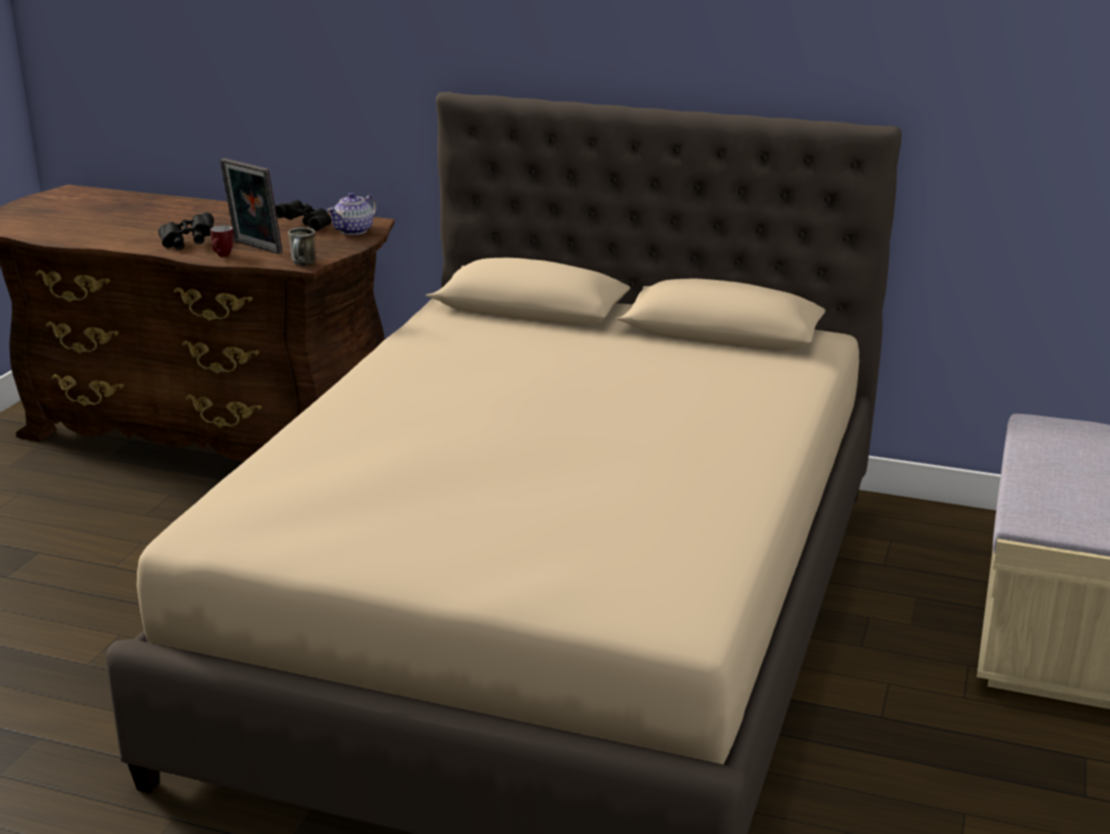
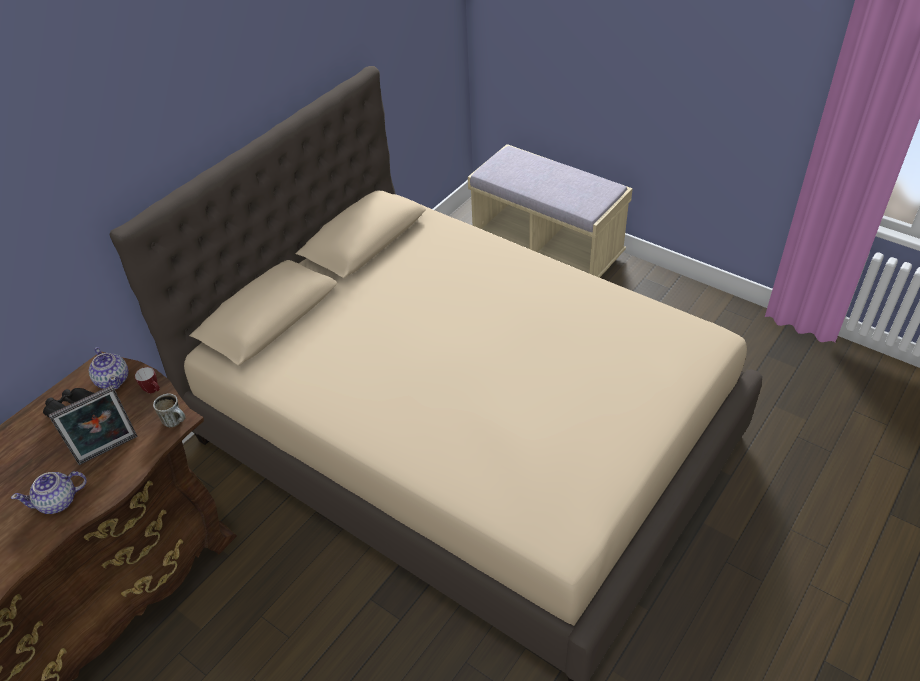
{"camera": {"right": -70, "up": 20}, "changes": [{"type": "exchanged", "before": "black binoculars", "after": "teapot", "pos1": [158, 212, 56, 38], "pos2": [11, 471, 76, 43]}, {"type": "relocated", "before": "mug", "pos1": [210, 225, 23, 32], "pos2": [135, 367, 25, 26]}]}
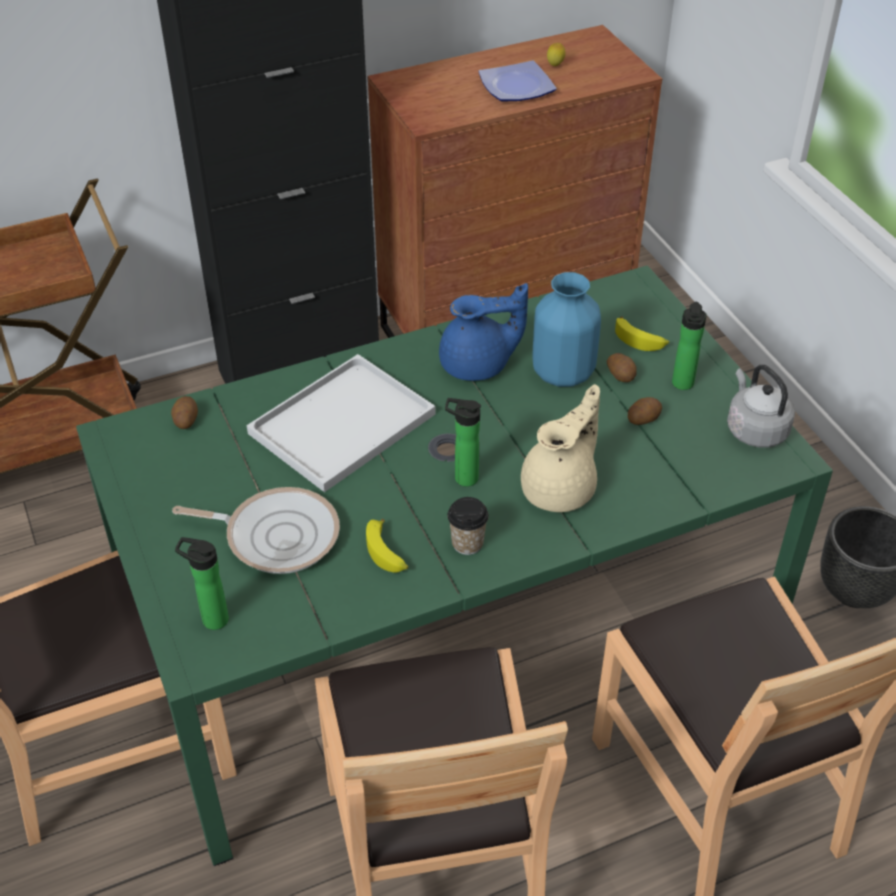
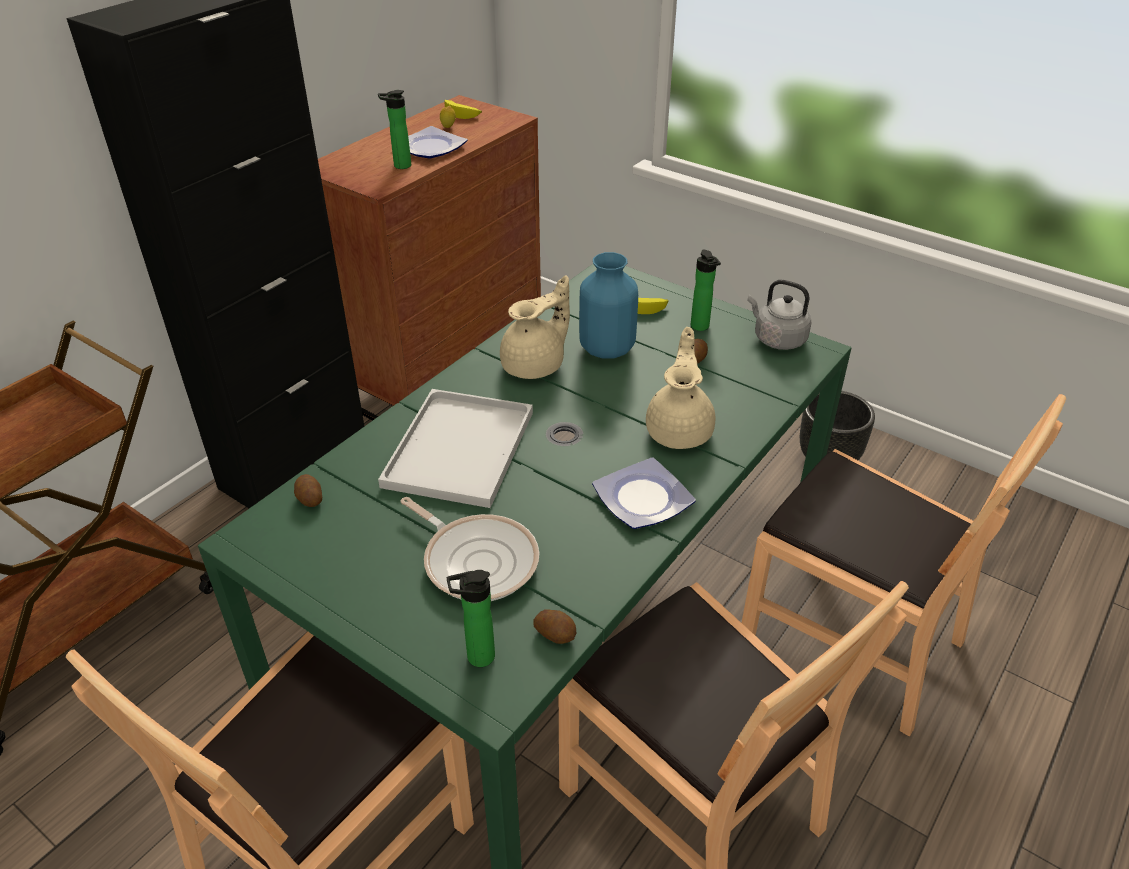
{"camera": {"right": -30, "up": -5}, "changes": [{"type": "relocated", "before": "bottle", "pos1": [445, 398, 36, 89], "pos2": [378, 90, 33, 79]}, {"type": "spun", "before": "frying pan", "pos1": [172, 487, 168, 87], "pos2": [400, 497, 139, 104], "turn": 60}, {"type": "relocated", "before": "banana", "pos1": [366, 519, 42, 53], "pos2": [444, 100, 38, 19]}, {"type": "colour", "before": "blue teapot", "after": "beige teapot", "pos1": [439, 283, 89, 98], "pos2": [500, 275, 70, 104]}, {"type": "relocated", "before": "potato", "pos1": [607, 353, 30, 29], "pos2": [533, 609, 43, 35]}, {"type": "exchanged", "before": "cup", "after": "plate", "pos1": [447, 497, 42, 58], "pos2": [592, 457, 104, 72]}]}
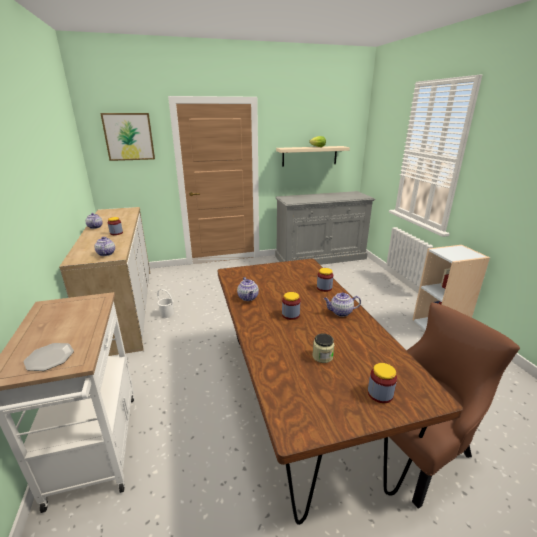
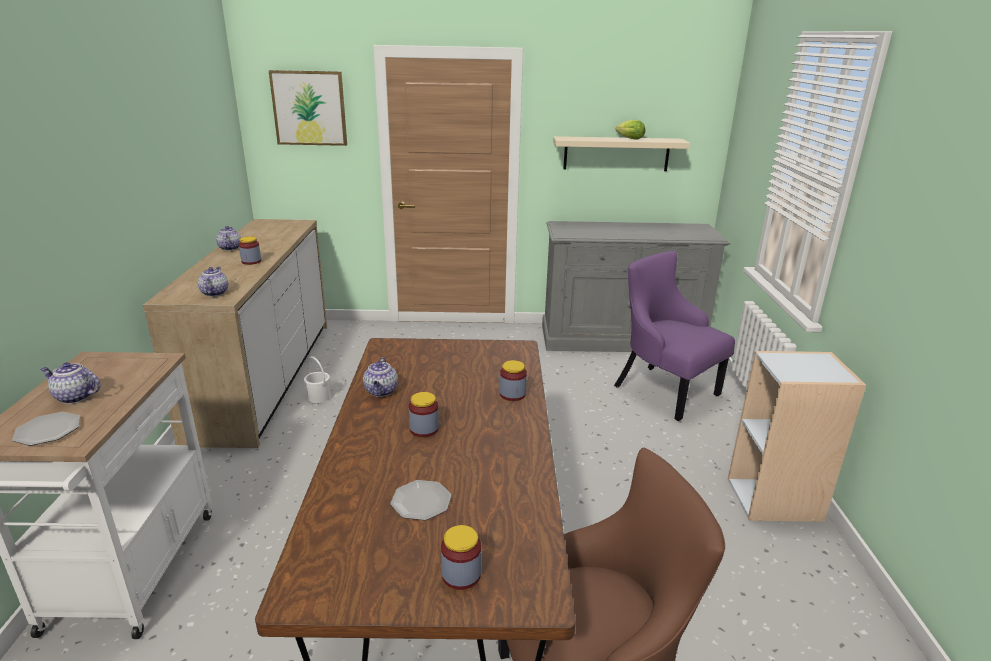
{"camera": {"right": 15, "up": 0}, "changes": [{"type": "relocated", "before": "teapot", "pos1": [324, 292, 37, 25], "pos2": [40, 362, 61, 42]}, {"type": "exchanged", "before": "jar", "after": "plate", "pos1": [312, 334, 22, 29], "pos2": [390, 480, 62, 40]}, {"type": "appeared", "after": "purple chair", "pos2": [614, 251, 121, 170]}]}
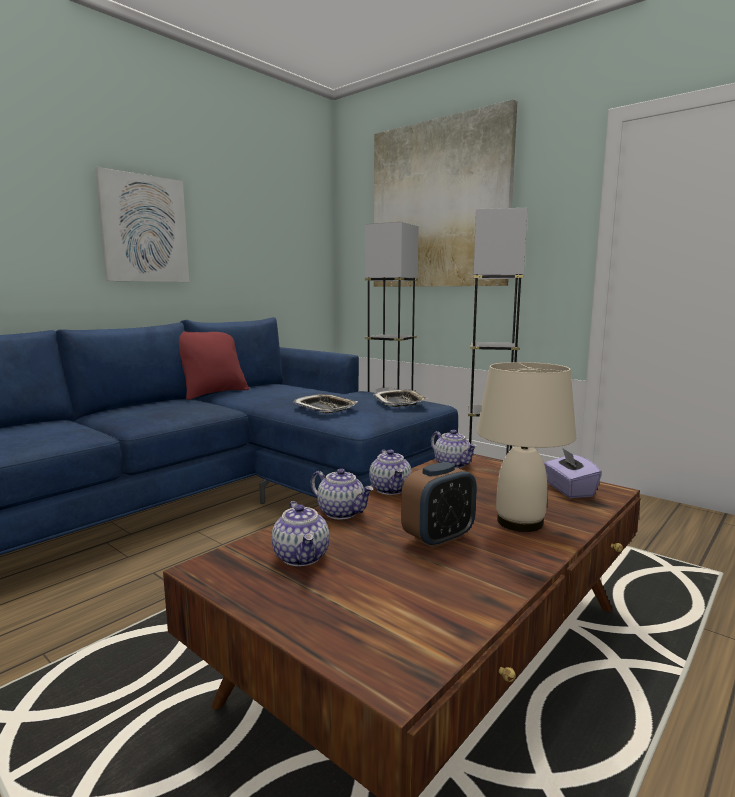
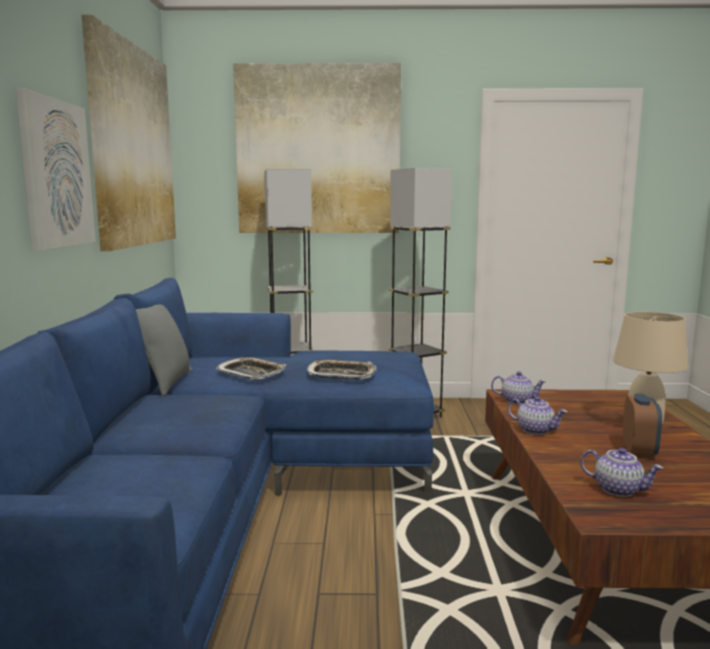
{"camera": {"right": -40, "up": 0}, "changes": [{"type": "appeared", "after": "picture", "pos2": [81, 15, 95, 236]}, {"type": "colour", "before": "red pillow", "after": "grey pillow", "pos1": [179, 331, 70, 69], "pos2": [136, 305, 56, 91]}, {"type": "relocated", "before": "tray", "pos1": [373, 389, 55, 18], "pos2": [216, 357, 70, 23]}, {"type": "missing", "before": "teapot", "pos1": [311, 468, 63, 51]}, {"type": "missing", "before": "purple tissue box", "pos1": [544, 447, 58, 51]}]}
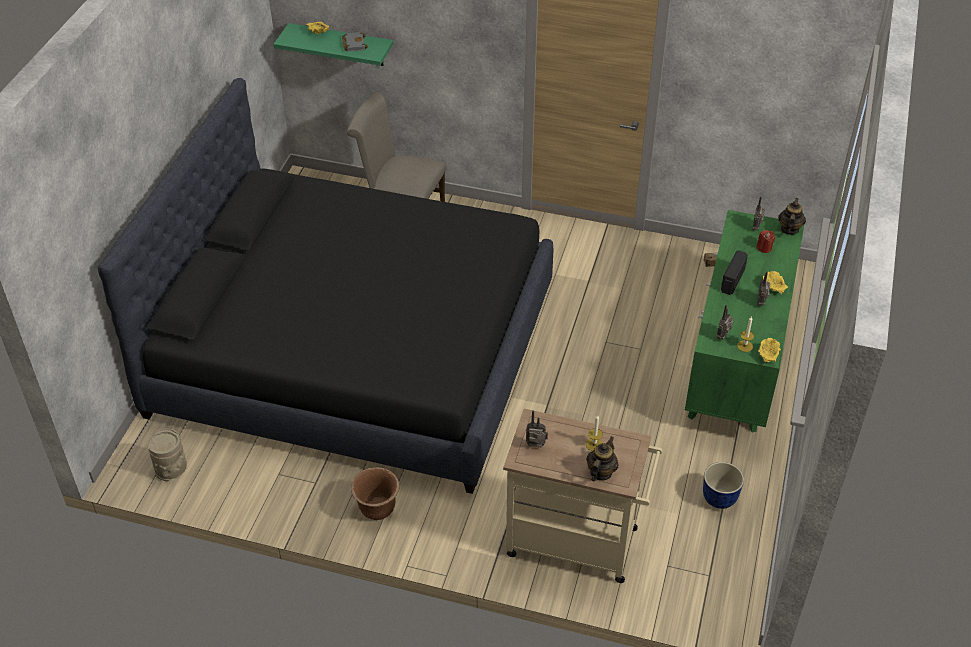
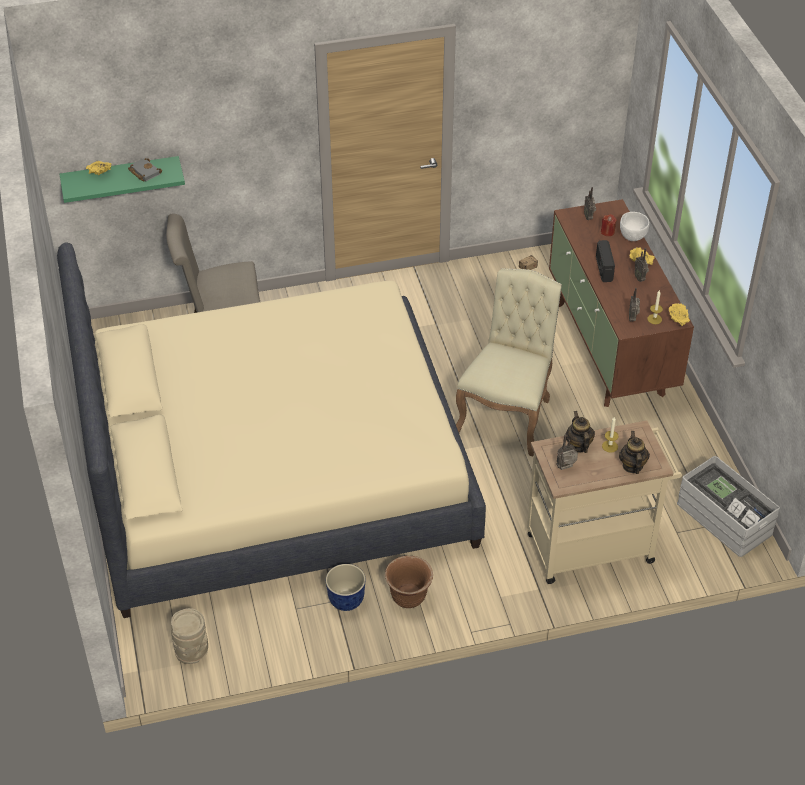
{"camera": {"right": -30, "up": 0}, "changes": [{"type": "colour", "before": "black bed", "after": "beige bed", "pos1": [98, 78, 455, 416], "pos2": [57, 242, 429, 376]}, {"type": "relocated", "before": "planter", "pos1": [703, 462, 41, 47], "pos2": [326, 564, 40, 47]}, {"type": "appeared", "after": "beige chair", "pos2": [456, 268, 106, 188]}, {"type": "colour", "before": "green dresser", "after": "brown dresser", "pos1": [685, 210, 119, 222], "pos2": [549, 199, 145, 208]}, {"type": "relocated", "before": "teapot", "pos1": [778, 198, 28, 37], "pos2": [566, 411, 29, 42]}, {"type": "appeared", "after": "white bowl", "pos2": [620, 212, 29, 29]}, {"type": "appeared", "after": "grey storage box", "pos2": [677, 456, 103, 101]}]}
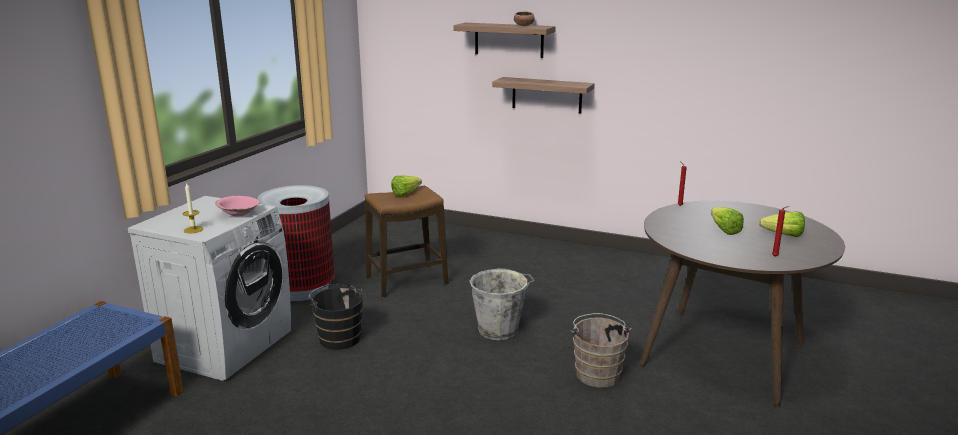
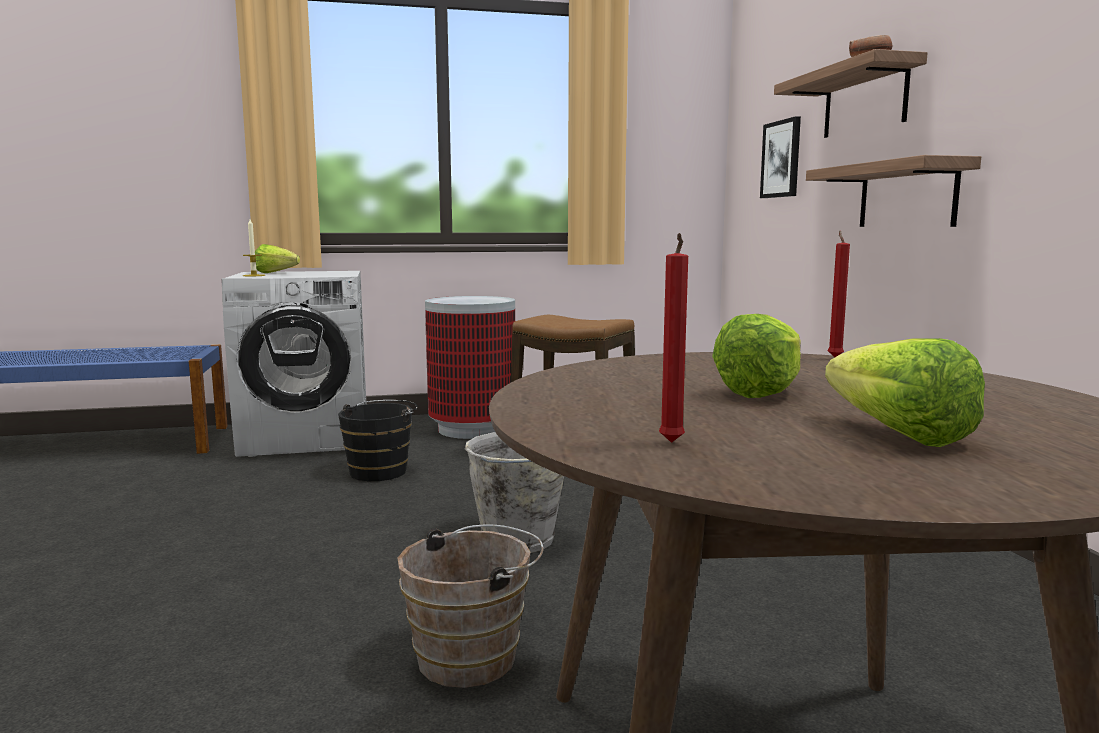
{"camera": {"right": 55, "up": -10}, "changes": [{"type": "relocated", "before": "lettuce", "pos1": [391, 175, 31, 21], "pos2": [255, 244, 45, 29]}, {"type": "appeared", "after": "picture", "pos2": [760, 116, 41, 82]}, {"type": "missing", "before": "pink bowl", "pos1": [215, 196, 44, 20]}]}
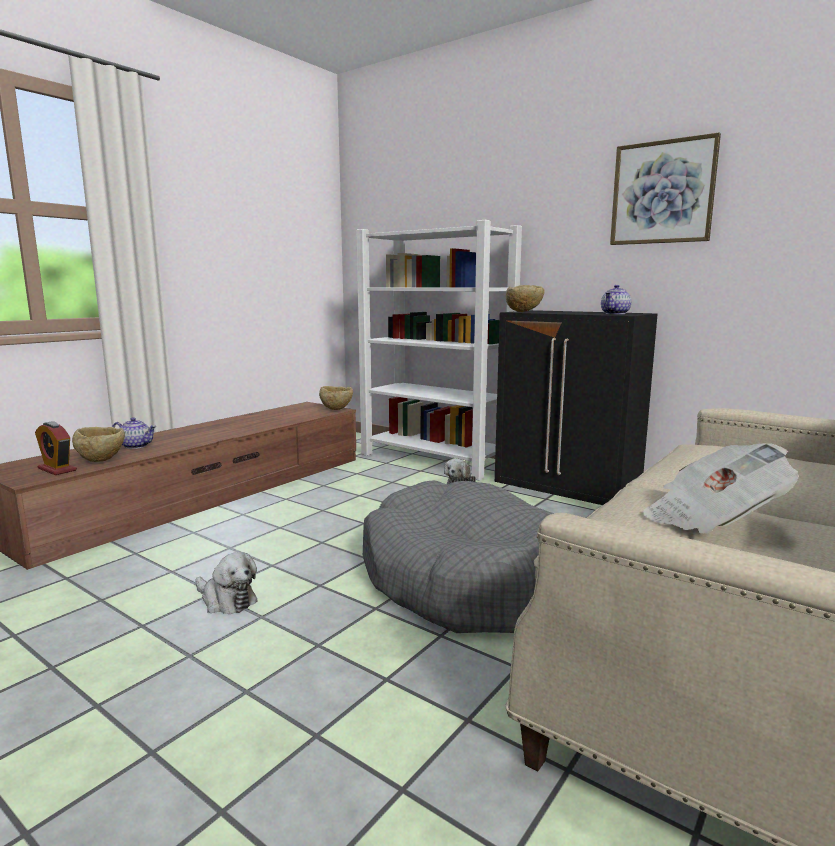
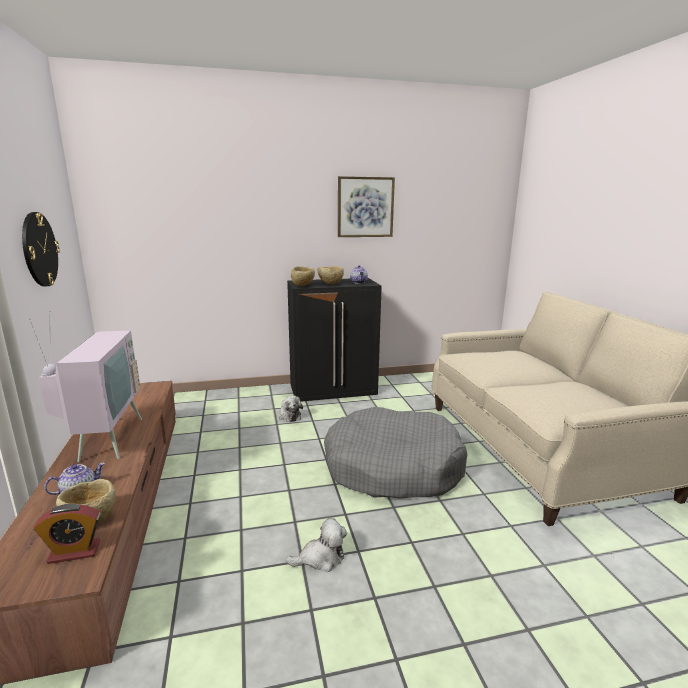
{"camera": {"right": -50, "up": 5}, "changes": [{"type": "appeared", "after": "wall clock", "pos2": [22, 212, 38, 74]}, {"type": "appeared", "after": "television", "pos2": [29, 311, 113, 151]}, {"type": "relocated", "before": "beige bowl", "pos1": [319, 386, 34, 24], "pos2": [317, 266, 27, 18]}, {"type": "missing", "before": "white bookcase", "pos1": [356, 220, 166, 260]}, {"type": "missing", "before": "newspaper", "pos1": [643, 443, 156, 91]}]}
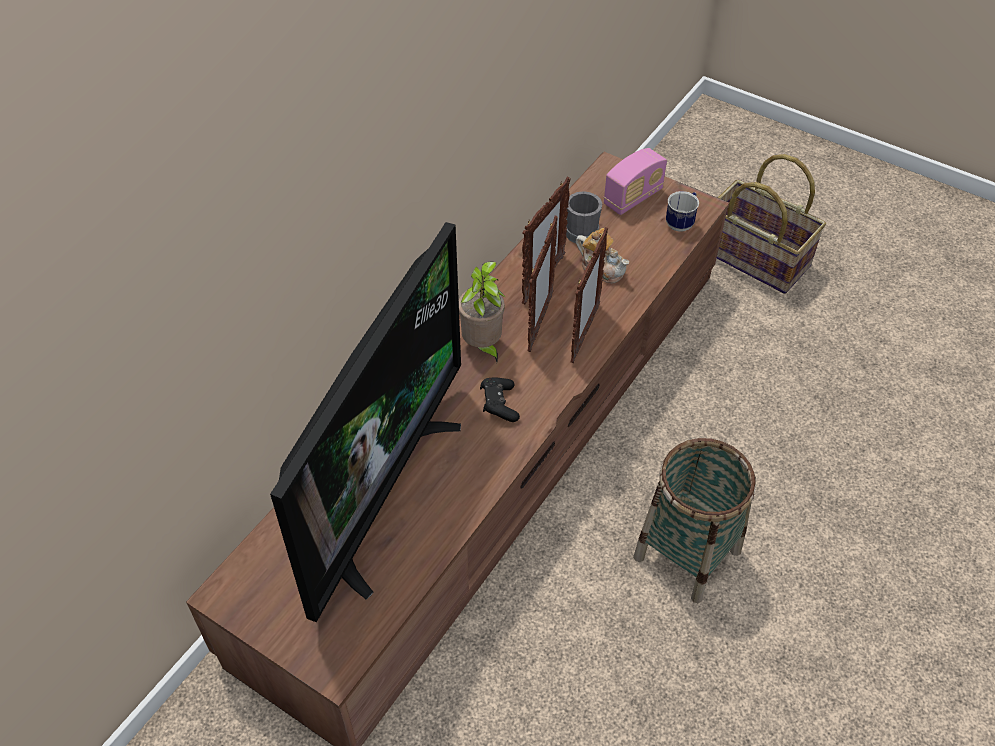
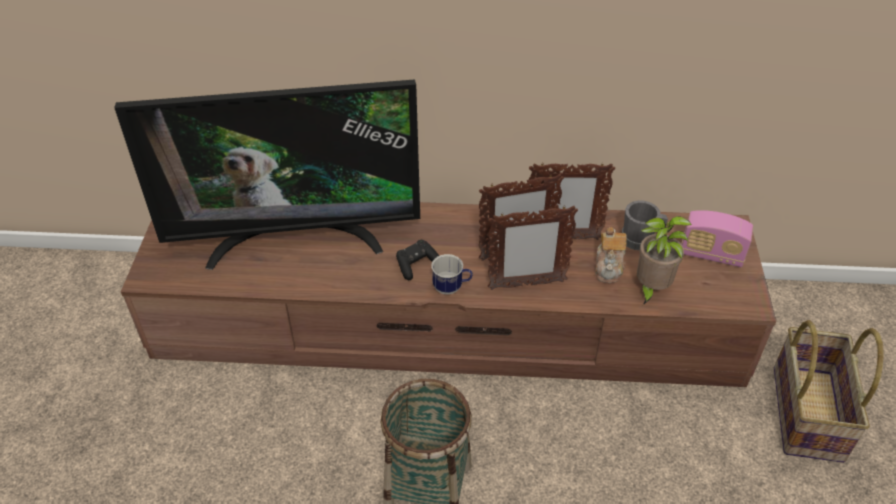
{"camera": {"right": 60, "up": -5}, "changes": [{"type": "relocated", "before": "mug", "pos1": [666, 191, 33, 41], "pos2": [431, 254, 42, 41]}, {"type": "relocated", "before": "potted plant", "pos1": [459, 261, 47, 101], "pos2": [637, 216, 55, 89]}]}
